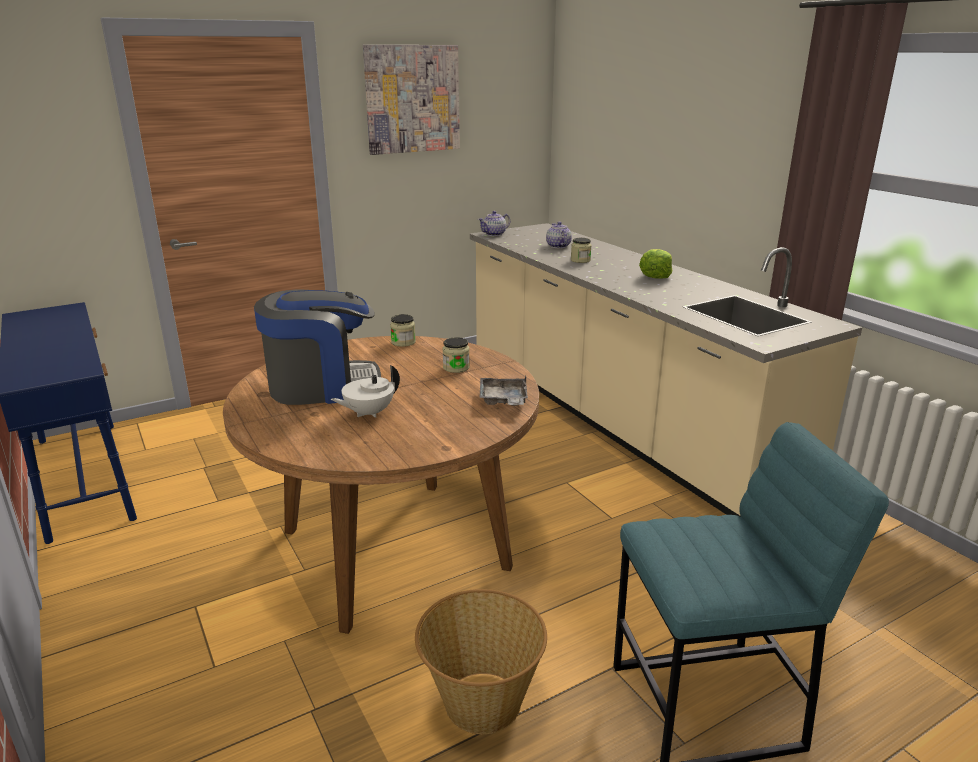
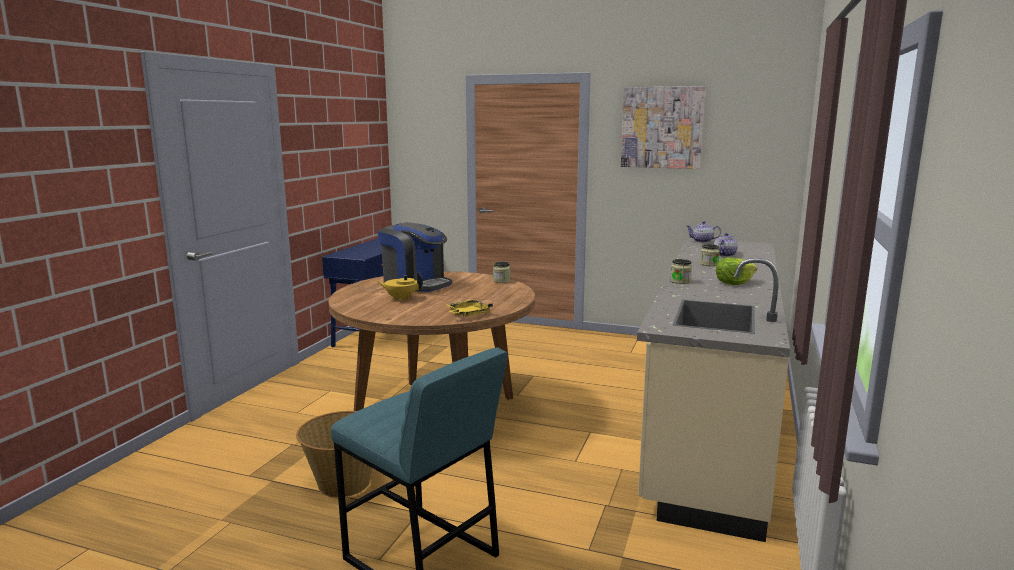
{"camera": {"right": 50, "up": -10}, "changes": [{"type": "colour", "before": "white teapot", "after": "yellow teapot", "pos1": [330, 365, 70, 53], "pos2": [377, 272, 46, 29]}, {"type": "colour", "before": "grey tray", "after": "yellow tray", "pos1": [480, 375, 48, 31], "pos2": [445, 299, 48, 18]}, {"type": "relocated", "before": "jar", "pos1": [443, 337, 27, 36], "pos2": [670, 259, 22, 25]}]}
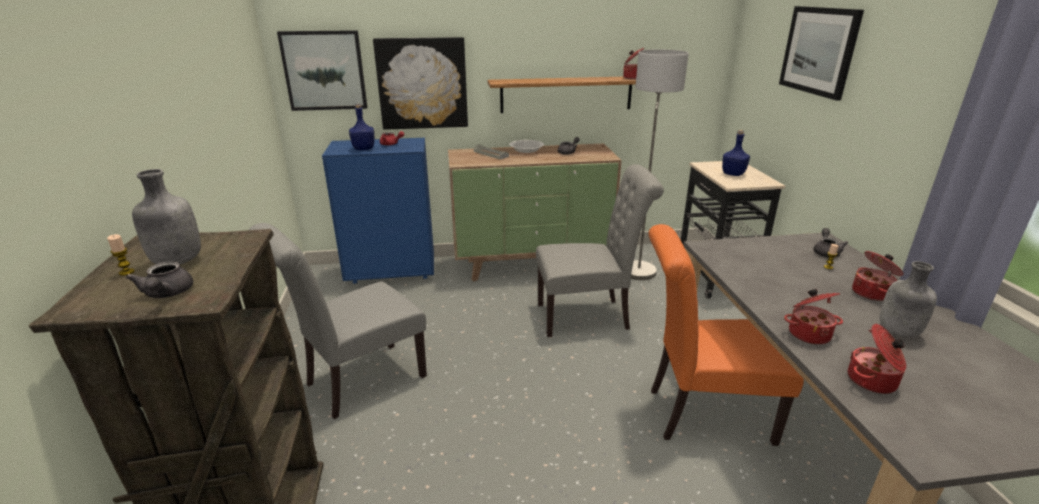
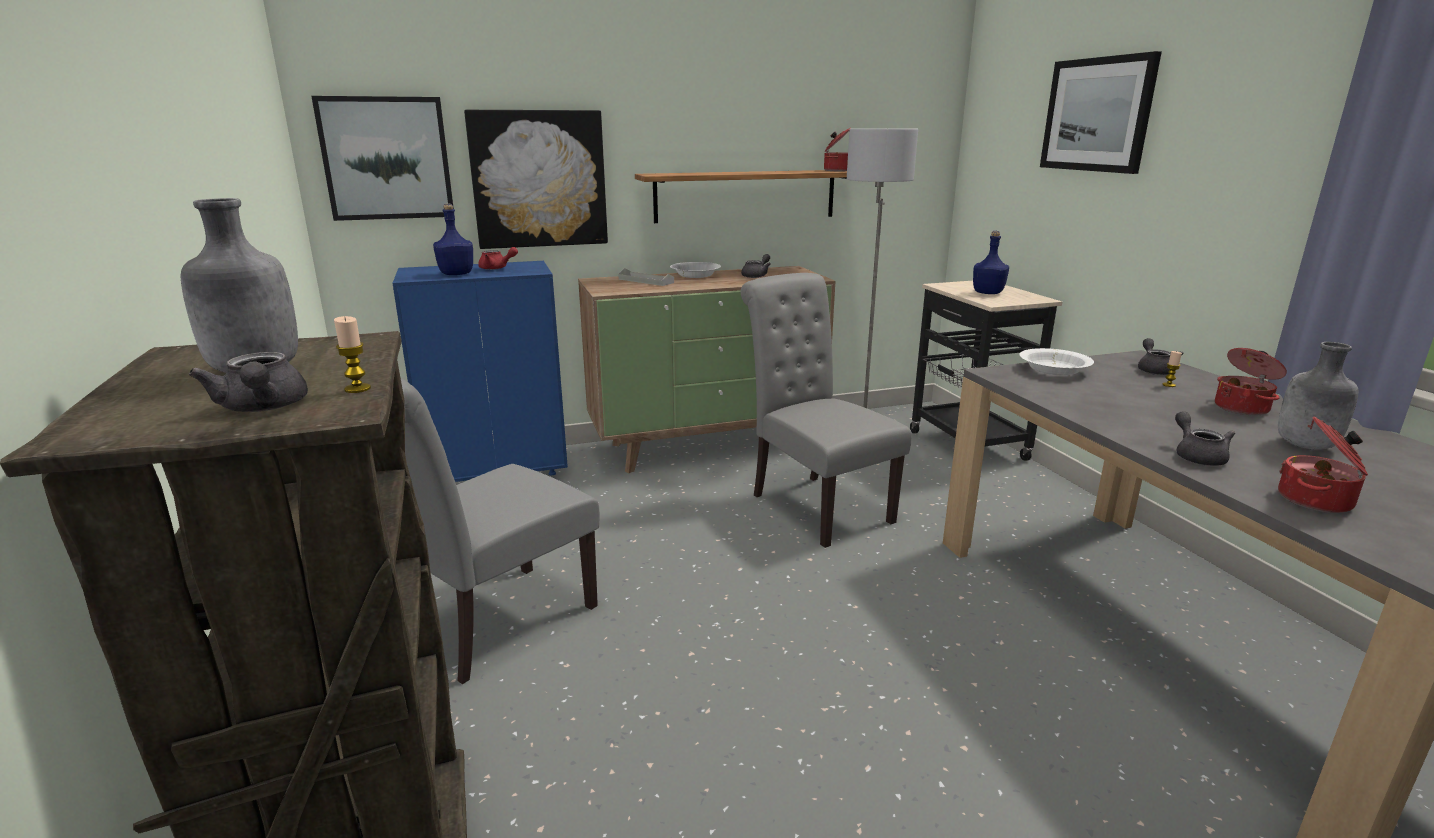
{"camera": {"right": -10, "up": -5}, "changes": [{"type": "relocated", "before": "candle", "pos1": [107, 234, 28, 42], "pos2": [334, 316, 37, 77]}, {"type": "spun", "before": "grey chair", "pos1": [536, 164, 128, 173], "pos2": [741, 273, 171, 275], "turn": -105}, {"type": "appeared", "after": "white bowl", "pos2": [1019, 348, 75, 27]}, {"type": "exchanged", "before": "cooking pot", "after": "grey teapot", "pos1": [784, 289, 59, 56], "pos2": [1175, 411, 60, 55]}, {"type": "missing", "before": "orange chair", "pos1": [649, 224, 155, 222]}]}
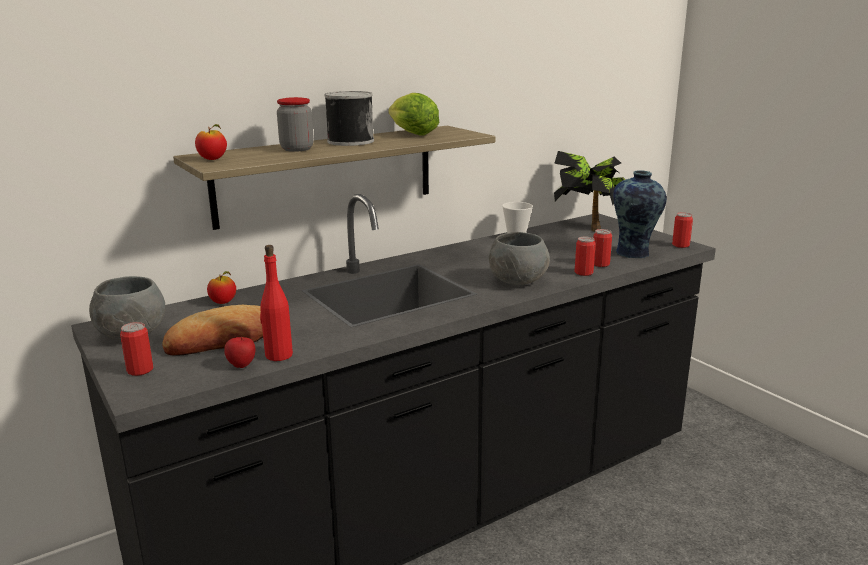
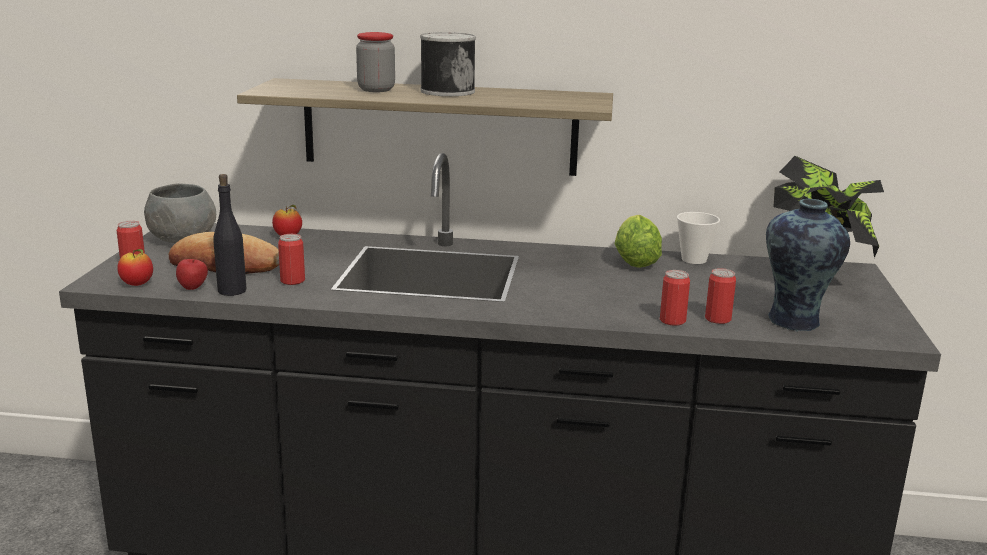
{"camera": {"right": 40, "up": 0}, "changes": [{"type": "relocated", "before": "apple", "pos1": [195, 124, 32, 36], "pos2": [117, 249, 36, 37]}, {"type": "colour", "before": "red bottle", "after": "black bottle", "pos1": [260, 245, 33, 116], "pos2": [213, 174, 34, 122]}, {"type": "relocated", "before": "can", "pos1": [672, 212, 21, 36], "pos2": [278, 234, 27, 51]}, {"type": "relocated", "before": "lettuce", "pos1": [388, 93, 51, 42], "pos2": [615, 215, 47, 53]}, {"type": "missing", "before": "grey bowl", "pos1": [489, 232, 61, 53]}]}
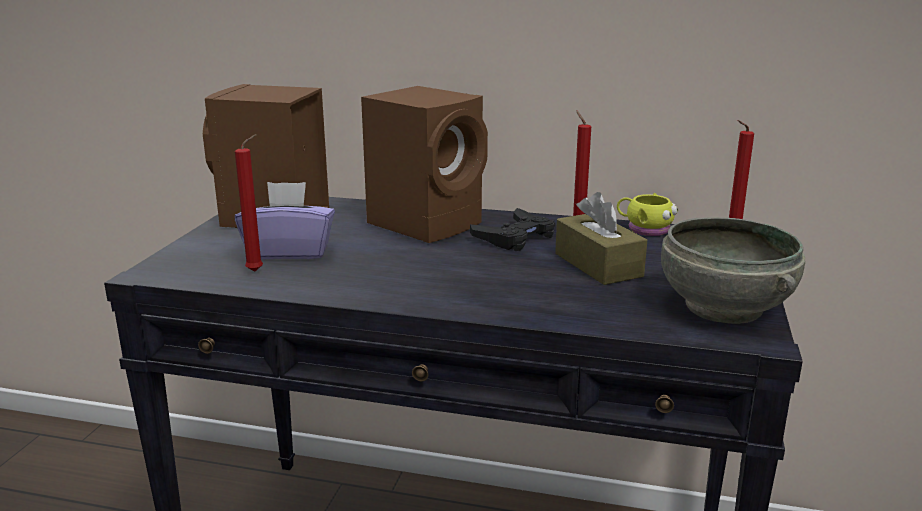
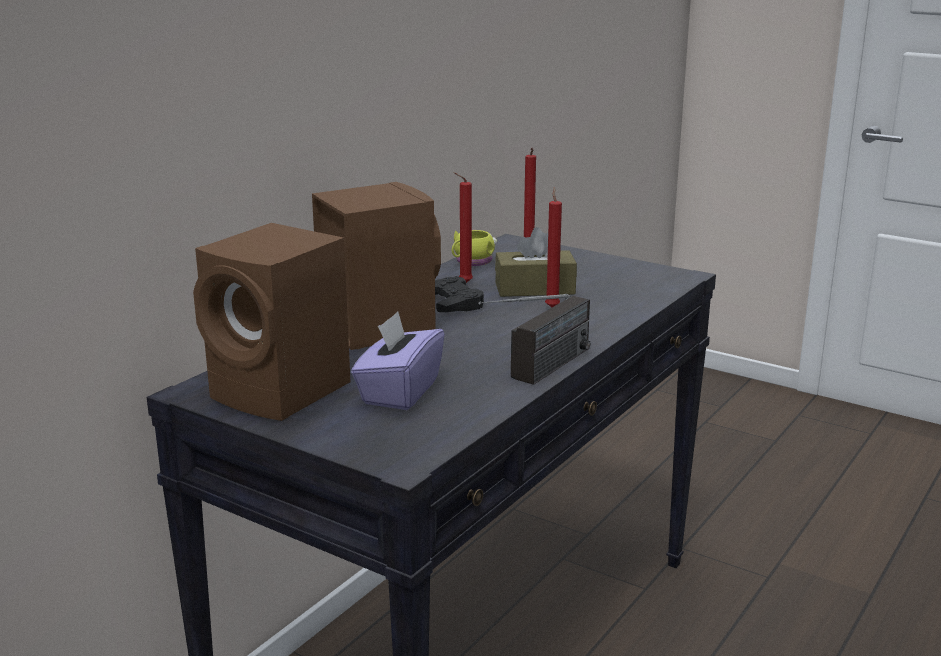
{"camera": {"right": -70, "up": 0}, "changes": [{"type": "appeared", "after": "radio", "pos2": [478, 294, 113, 91]}, {"type": "relocated", "before": "red candle", "pos1": [235, 134, 28, 138], "pos2": [545, 187, 17, 120]}, {"type": "missing", "before": "grey bowl", "pos1": [661, 217, 144, 107]}]}
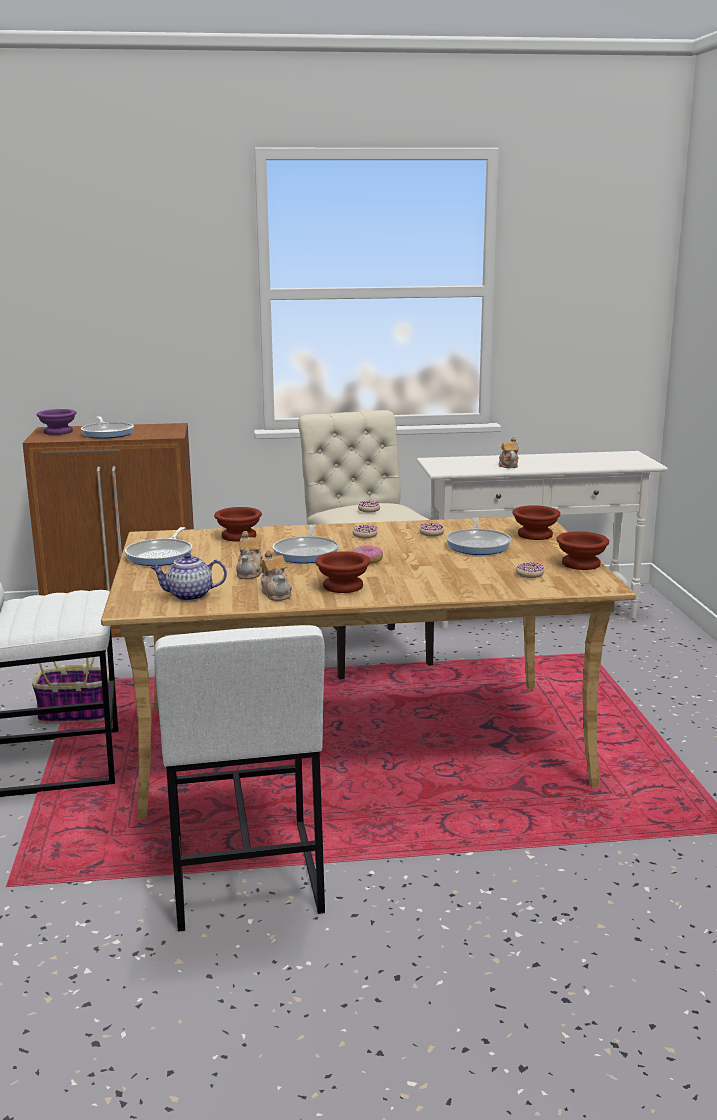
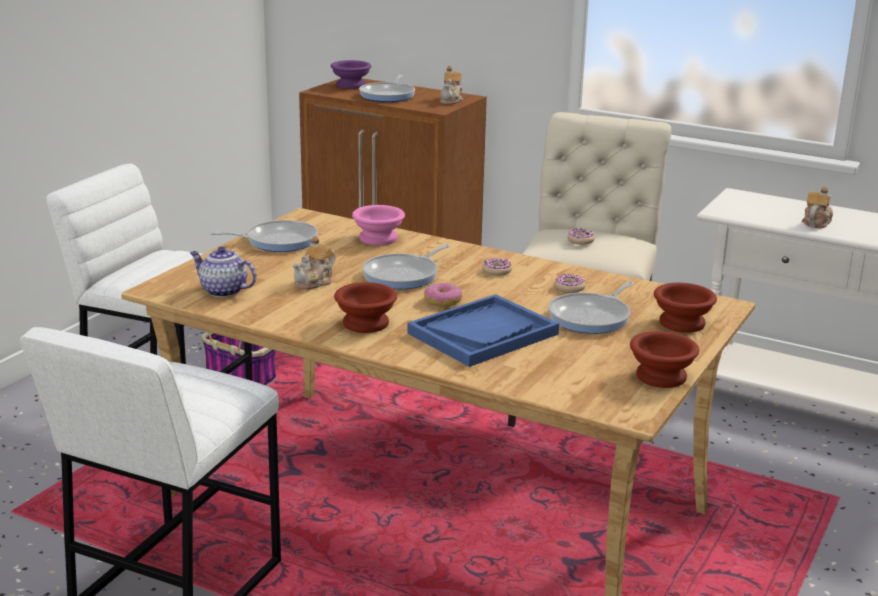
{"camera": {"right": 35, "up": 5}, "changes": [{"type": "spun", "before": "frying pan", "pos1": [125, 527, 67, 39], "pos2": [210, 220, 108, 32], "turn": -150}, {"type": "colour", "before": "brown bowl", "after": "pink bowl", "pos1": [214, 507, 48, 34], "pos2": [352, 205, 53, 40]}, {"type": "appeared", "after": "blue tray", "pos2": [407, 294, 152, 73]}, {"type": "relocated", "before": "teapot", "pos1": [260, 550, 32, 51], "pos2": [440, 66, 23, 38]}, {"type": "missing", "before": "donut", "pos1": [516, 562, 28, 16]}]}
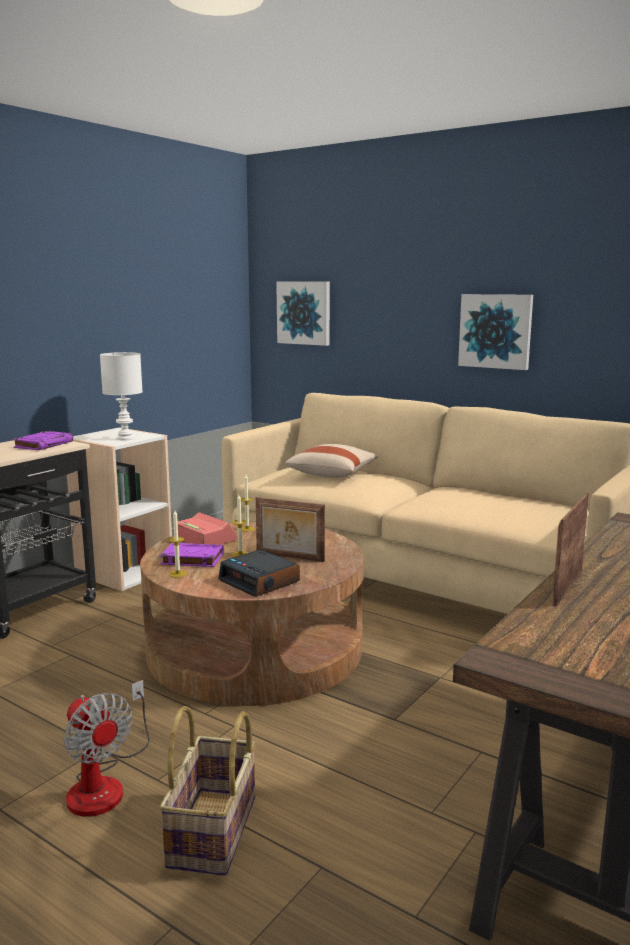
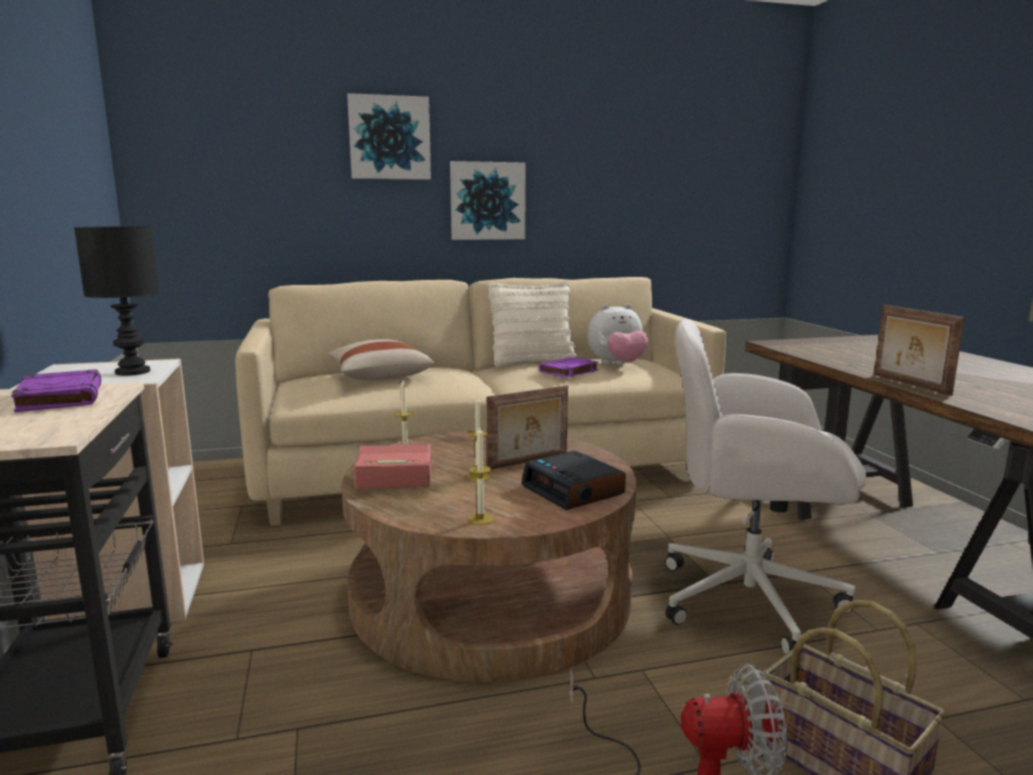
{"camera": {"right": -50, "up": 0}, "changes": [{"type": "colour", "before": "white table lamp", "after": "black table lamp", "pos1": [100, 352, 43, 89], "pos2": [74, 226, 86, 150]}, {"type": "relocated", "before": "picture", "pos1": [276, 281, 54, 65], "pos2": [347, 93, 84, 87]}, {"type": "appeared", "after": "beige pillow", "pos2": [488, 282, 89, 85]}, {"type": "spun", "before": "alarm clock", "pos1": [218, 550, 82, 47], "pos2": [521, 451, 105, 59], "turn": 60}, {"type": "relocated", "before": "purple book", "pos1": [160, 543, 64, 24], "pos2": [539, 357, 60, 21]}, {"type": "appeared", "after": "plush toy", "pos2": [588, 304, 60, 61]}, {"type": "appeared", "after": "white office chair", "pos2": [665, 318, 202, 336]}]}
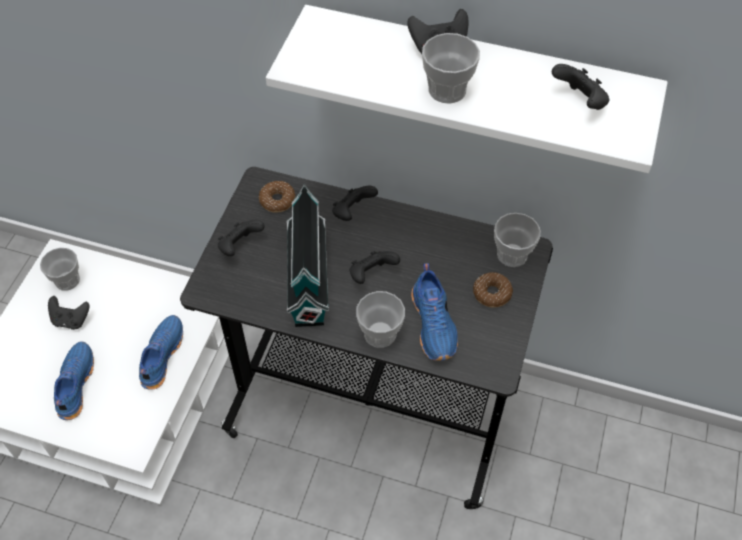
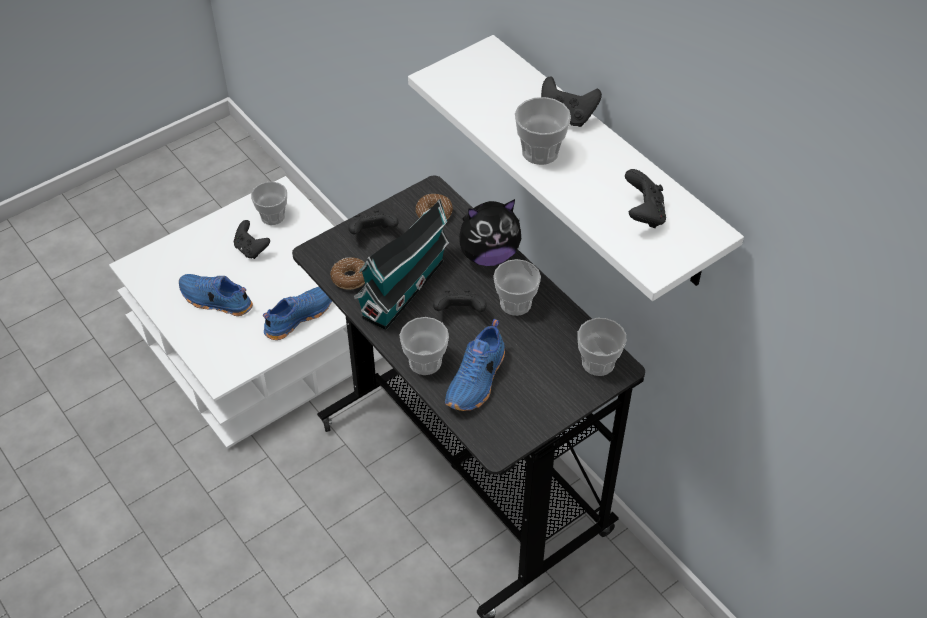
{"camera": {"right": 35, "up": -5}, "changes": [{"type": "spun", "before": "blue shoe", "pos1": [54, 341, 40, 79], "pos2": [179, 274, 74, 42], "turn": -105}, {"type": "relocated", "before": "donut", "pos1": [473, 272, 40, 36], "pos2": [330, 257, 35, 33]}, {"type": "exchanged", "before": "black game controller", "after": "plush toy", "pos1": [332, 186, 46, 35], "pos2": [459, 199, 62, 67]}, {"type": "appeared", "after": "cup", "pos2": [493, 259, 48, 57]}]}
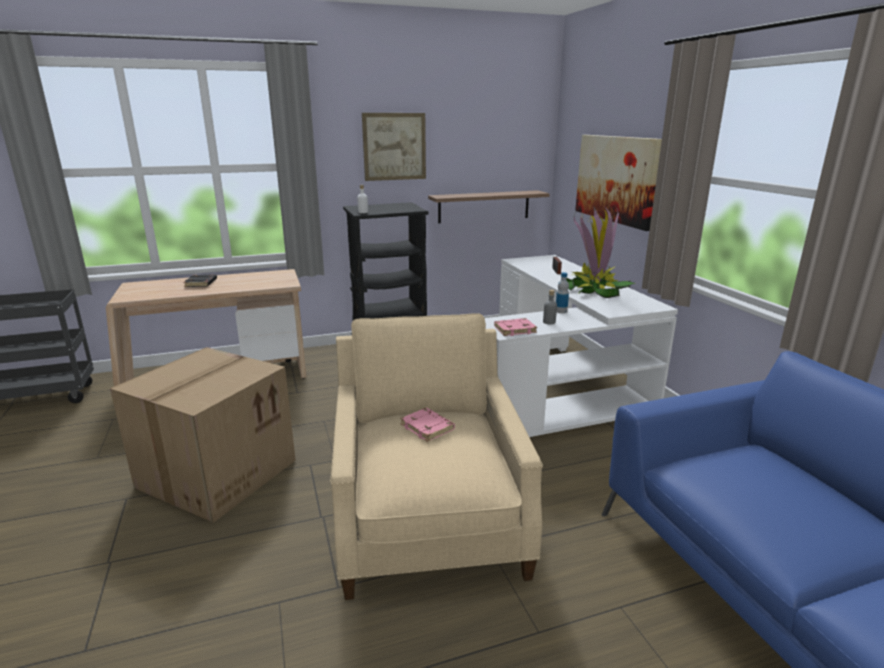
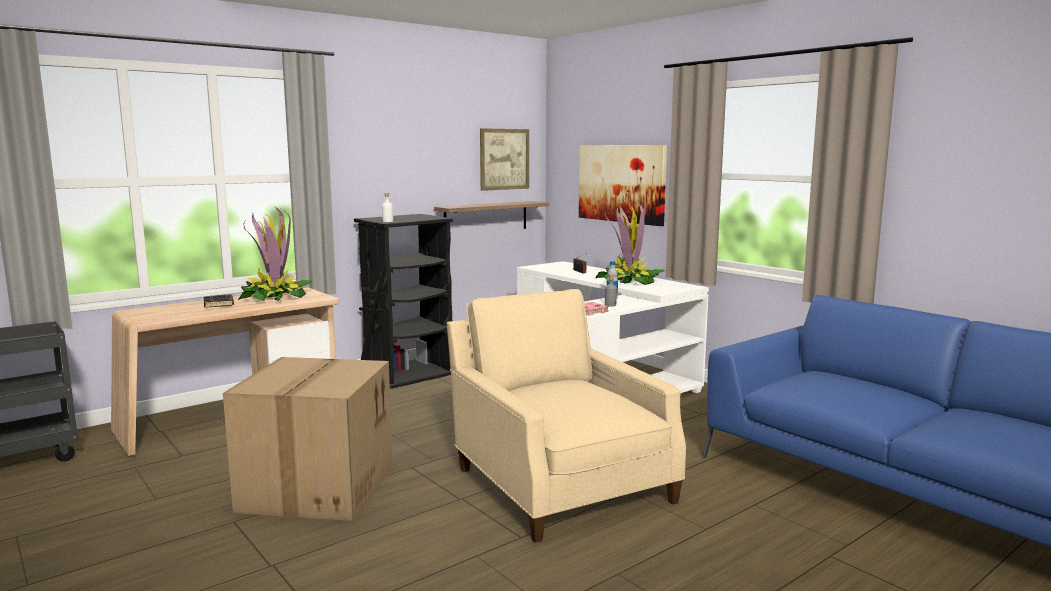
{"camera": {"right": -20, "up": -10}, "changes": [{"type": "appeared", "after": "potted plant", "pos2": [238, 207, 75, 94]}, {"type": "relocated", "before": "picture", "pos1": [362, 113, 64, 68], "pos2": [480, 128, 49, 63]}, {"type": "missing", "before": "pink book", "pos1": [400, 408, 55, 34]}]}
